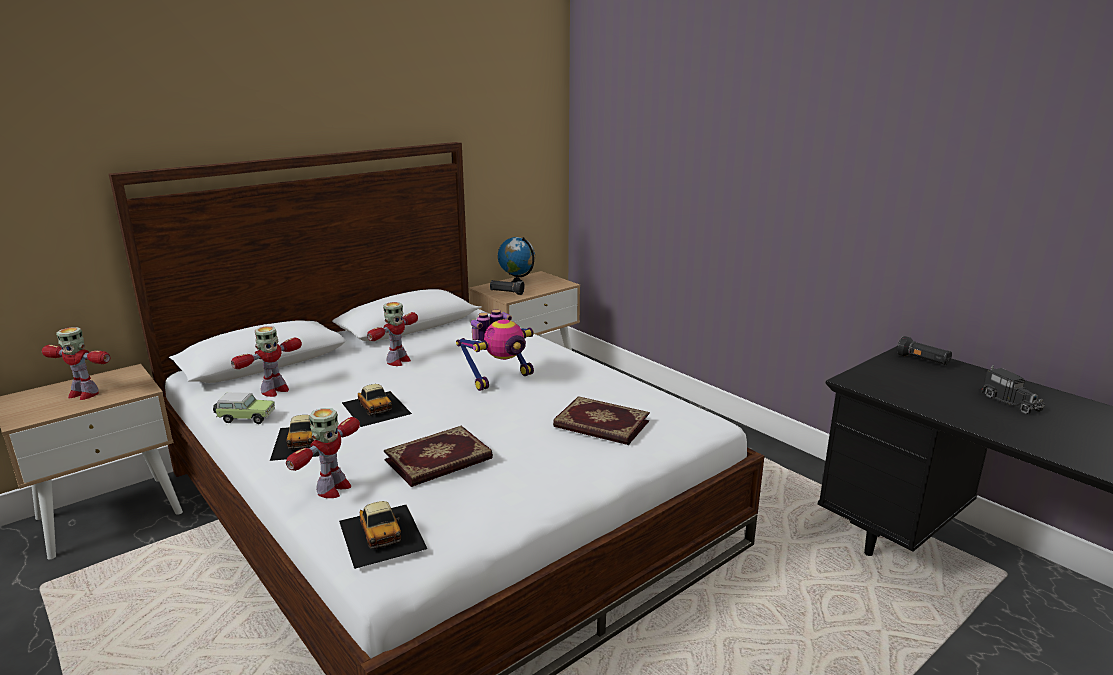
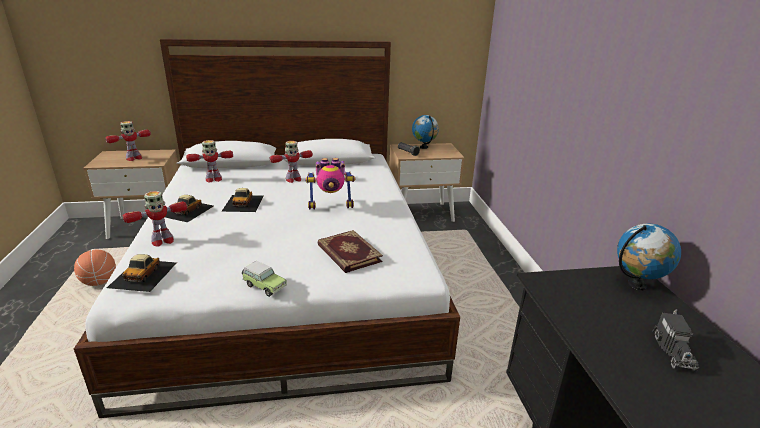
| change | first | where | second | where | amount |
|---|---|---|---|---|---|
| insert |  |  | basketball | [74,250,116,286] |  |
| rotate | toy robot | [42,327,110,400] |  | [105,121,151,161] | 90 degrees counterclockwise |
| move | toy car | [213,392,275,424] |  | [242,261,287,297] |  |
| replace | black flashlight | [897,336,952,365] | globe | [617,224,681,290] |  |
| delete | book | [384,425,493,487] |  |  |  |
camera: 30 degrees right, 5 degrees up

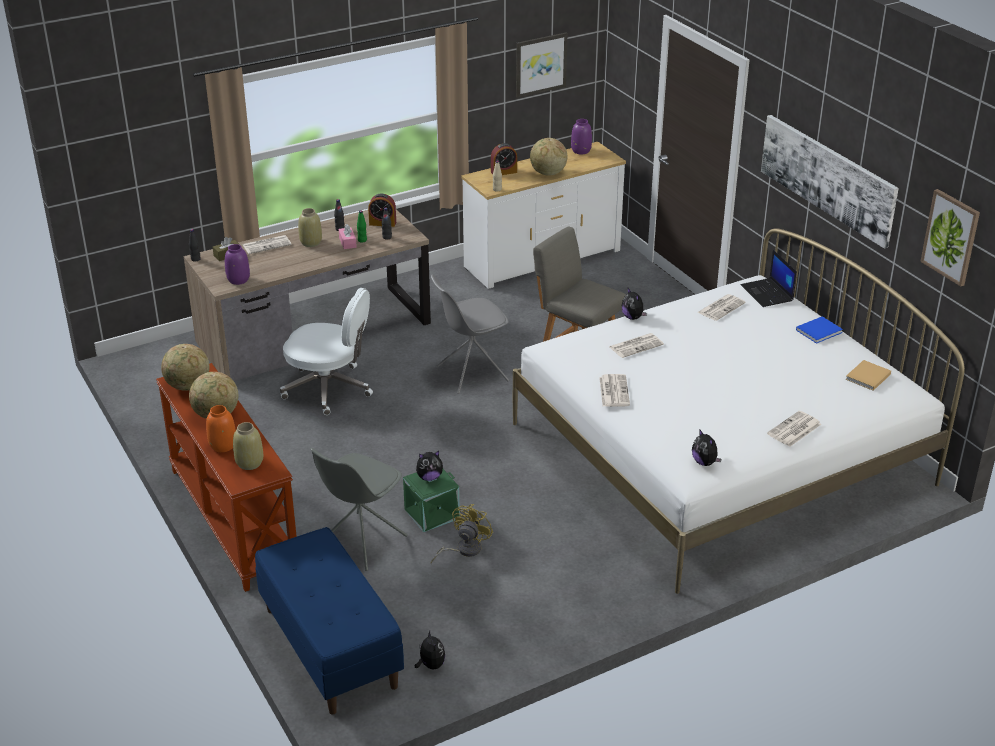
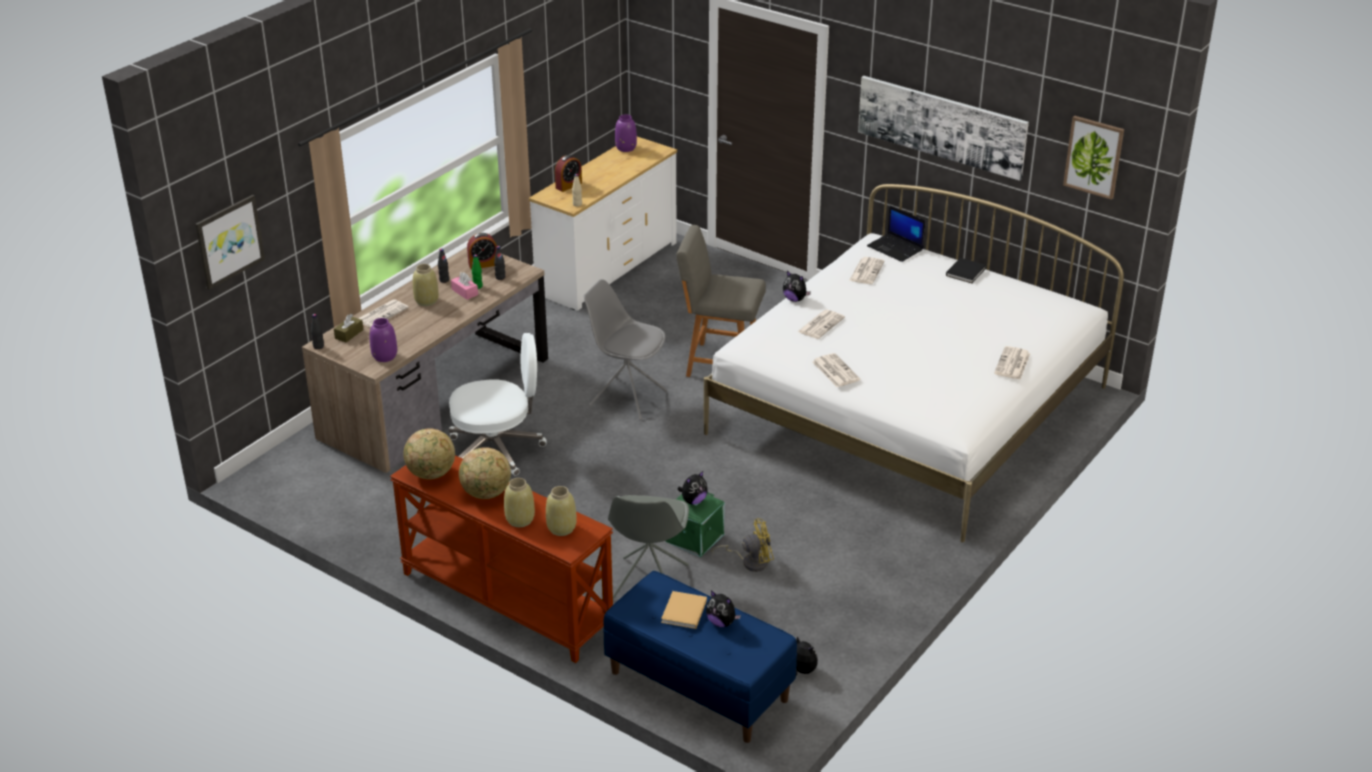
| change | first | where | second | where | amount |
|---|---|---|---|---|---|
| move | picture | [516,32,568,98] |  | [195,195,265,290] |  |
| recolor | orange vase | [206,405,236,452] | beige vase | [504,478,535,527] |  |
| rotate | grey chair | [431,275,509,394] |  | [583,279,667,420] | 75 degrees clockwise |
| move | beige book | [845,360,891,391] |  | [661,591,707,629] |  |
| move | plush toy | [692,429,722,466] |  | [706,590,741,627] |  |
| rotate | yellow fan | [431,504,493,564] |  | [712,518,774,572] | 75 degrees clockwise |
| recolor | blue book | [796,316,843,344] | black book | [946,258,986,283] |  |
| delete | globe | [530,138,567,176] |  |  |  |
camera: 25 degrees left, 0 degrees up

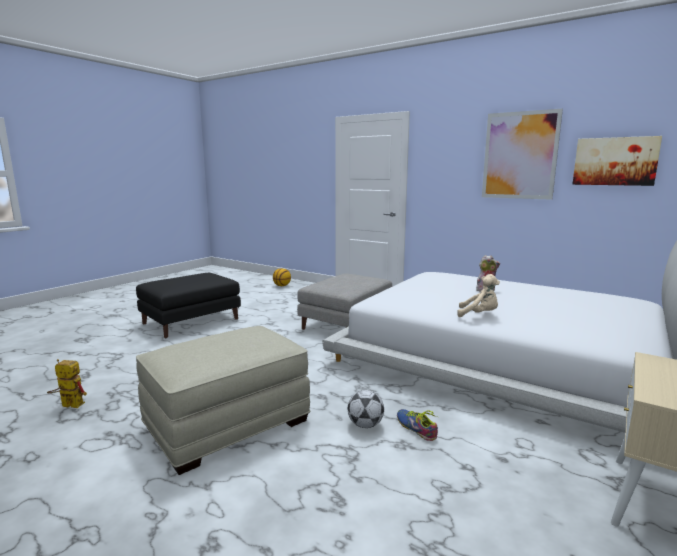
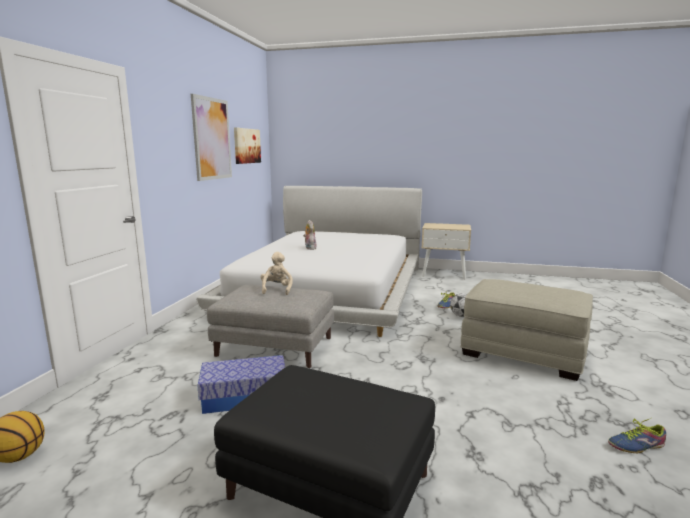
| change | first | where | second | where | amount |
|---|---|---|---|---|---|
| insert |  |  | storage box | [197,355,285,414] |  |
| move | beige plush toy | [457,274,500,317] |  | [260,252,293,295] |  |
| replace | toy robot | [47,359,87,408] | shoe | [608,418,666,453] |  |
camera: 110 degrees left, 0 degrees up

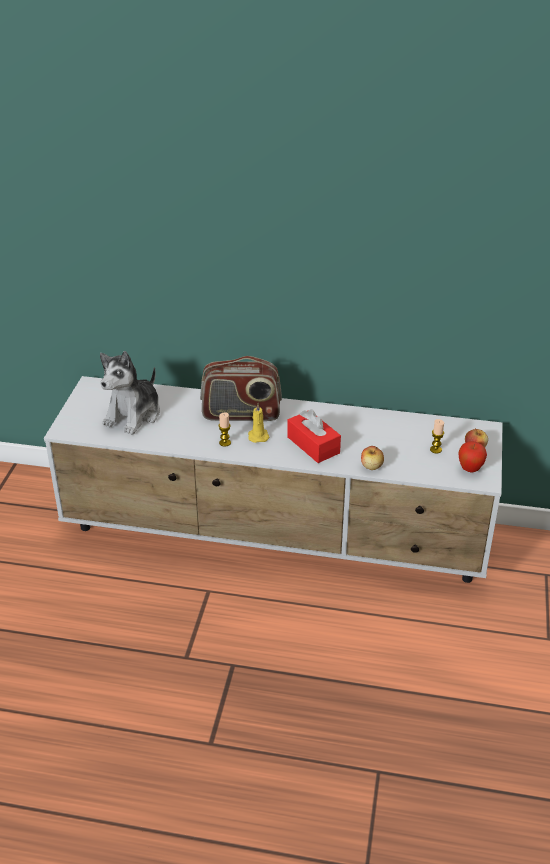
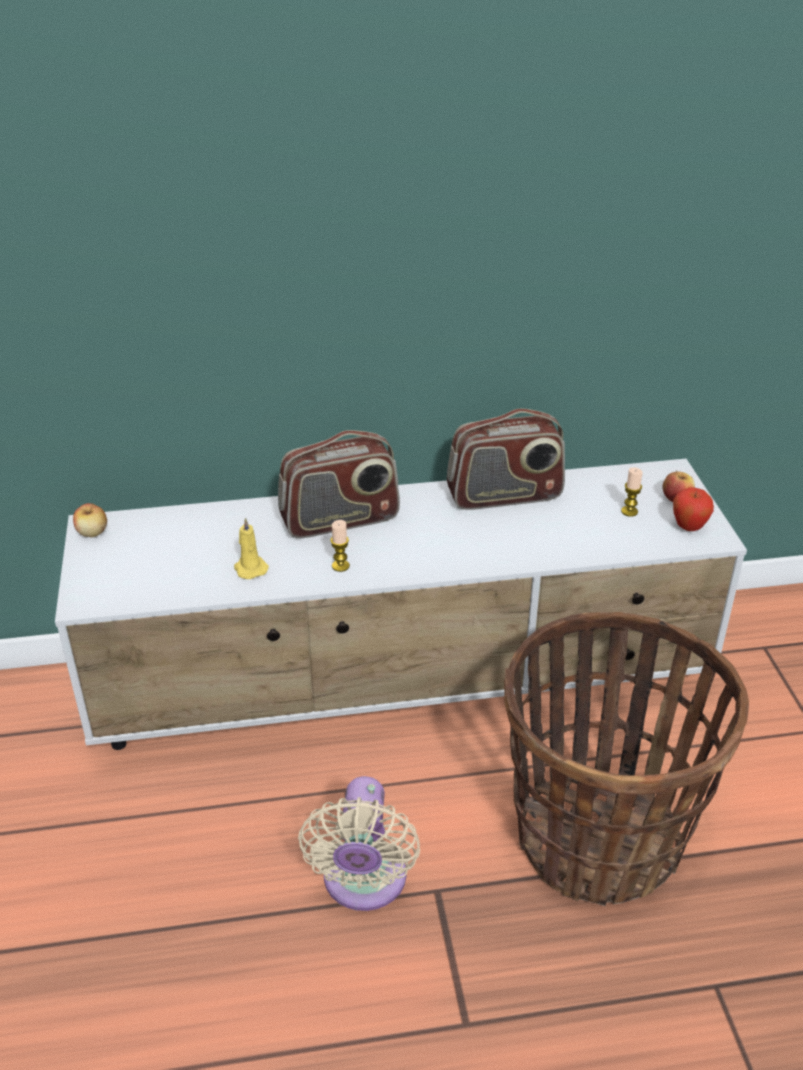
| change | first | where | second | where | amount |
|---|---|---|---|---|---|
| move | apple | [361,446,384,470] |  | [73,503,107,537] |  |
| move | yellow candle | [248,403,270,443] |  | [234,517,269,579] |  |
| insert |  |  | beige fan | [298,776,420,911] |  |
| insert |  |  | radio | [447,408,565,510] |  |
| insert |  |  | basket | [504,612,749,906] |  |
| delete | plush toy | [100,351,160,435] |  |  |  |
| delete | red tissue box | [287,409,341,463] |  |  |  |
camera: 20 degrees left, 0 degrees up

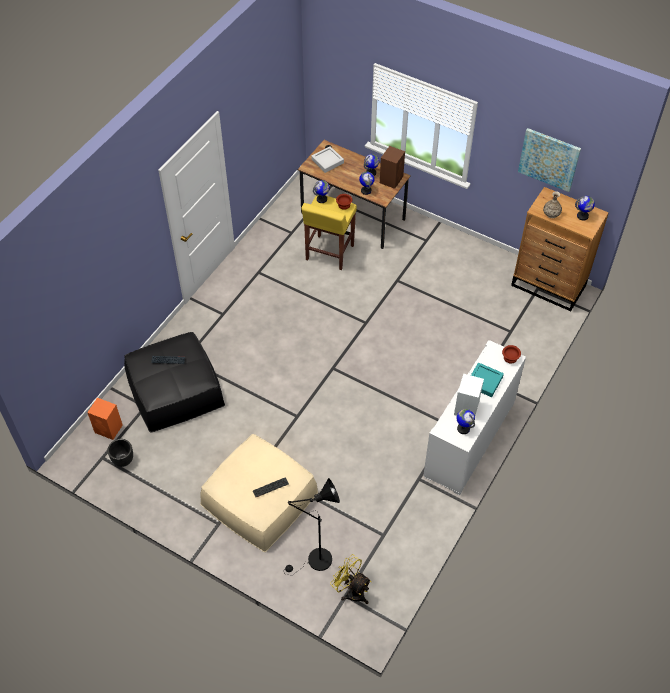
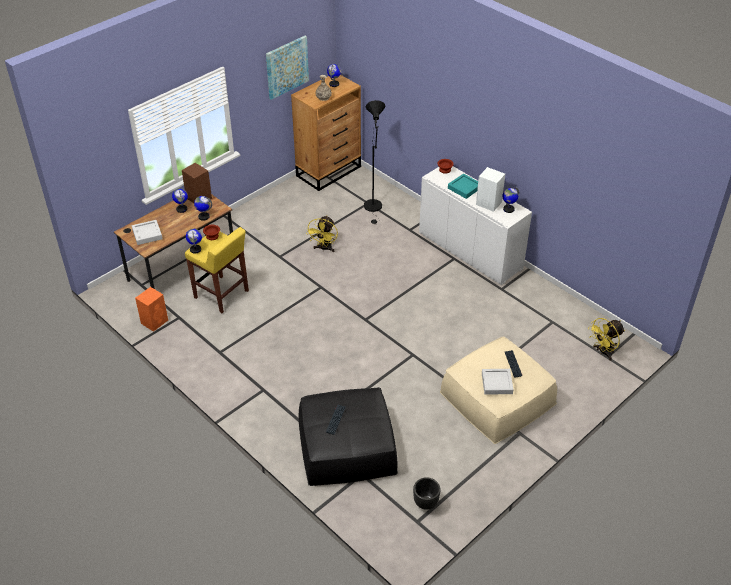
| change | first | where | second | where | amount |
|---|---|---|---|---|---|
| move | orange speaker | [87,398,123,440] |  | [135,287,168,332] |  |
| insert |  |  | yellow fan | [306,216,338,252] |  |
| move | black floor lamp | [284,478,340,575] |  | [364,100,386,225] |  |
| insert |  |  | grey tray | [482,369,514,395] |  |
camera: 75 degrees left, 10 degrees down

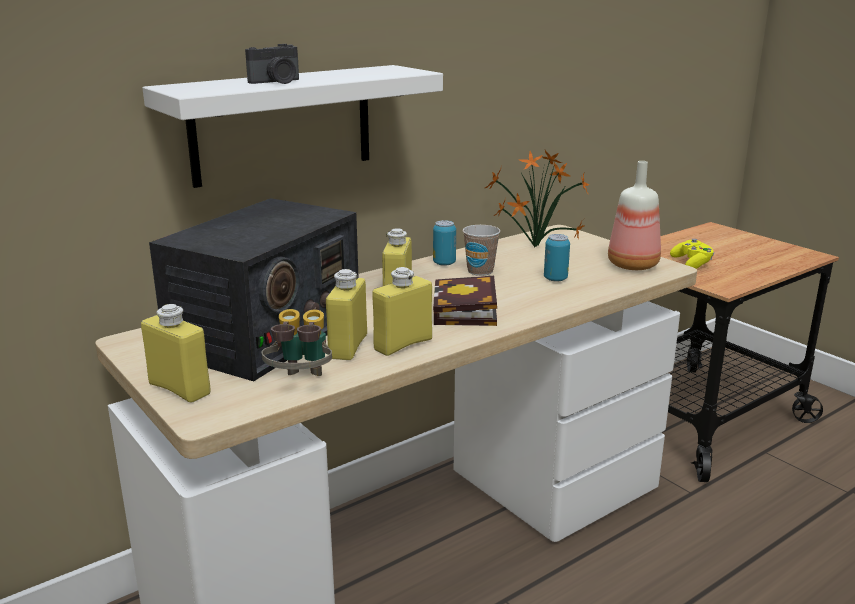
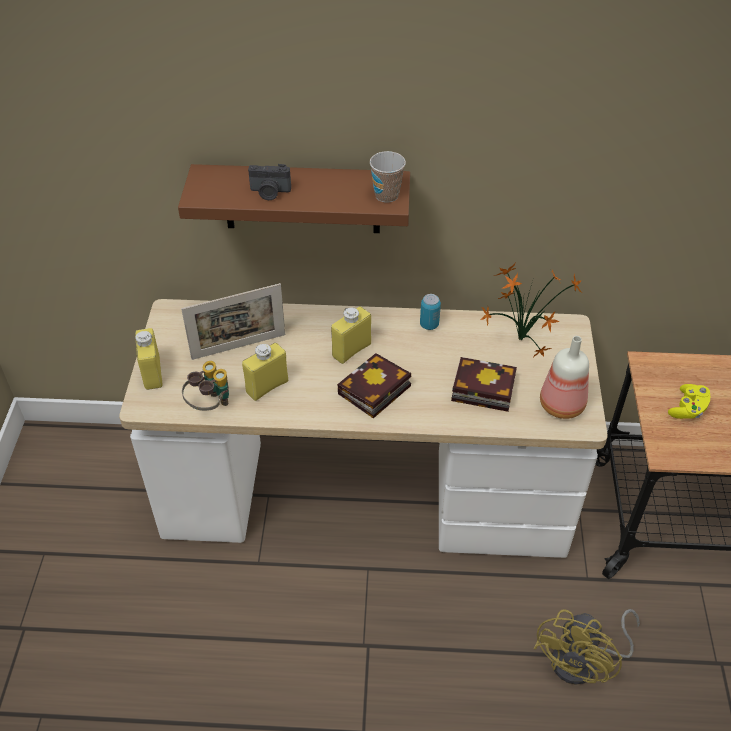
| change | first | where | second | where | amount |
|---|---|---|---|---|---|
| recolor | white shelf | [142,65,443,188] | brown shelf | [178,164,410,233] |  |
| replace | radio | [149,198,359,381] | picture frame | [181,283,285,360] |  |
| move | cup | [463,225,500,276] |  | [370,151,406,203] |  |
| replace | can | [544,234,570,282] | book | [451,357,517,412] |  |
| insert |  |  | yellow fan | [534,609,640,685] |  |
| delete | yellow bottle | [372,267,432,356] |  |  |  |
camera: 40 degrees right, 25 degrees up

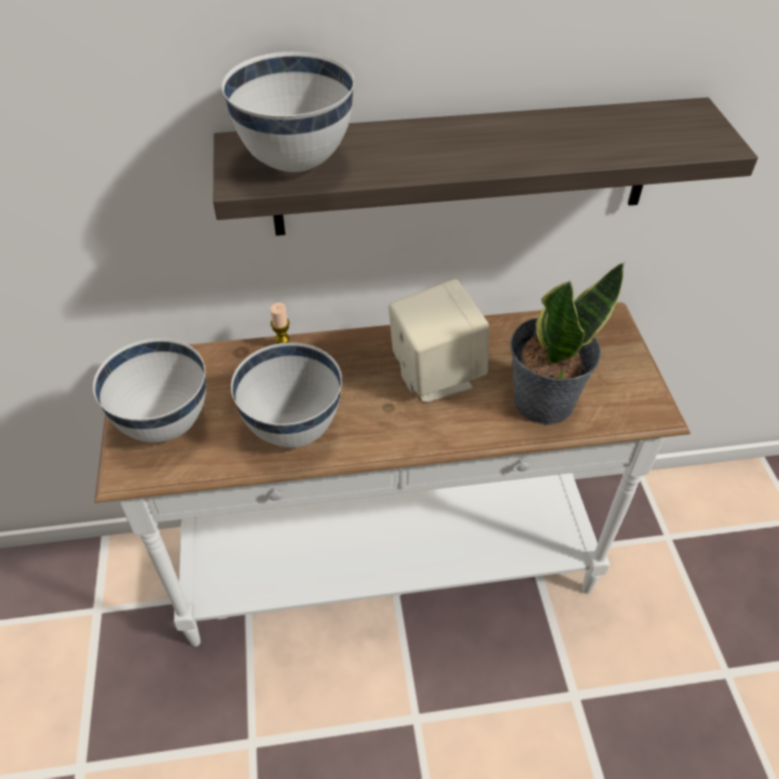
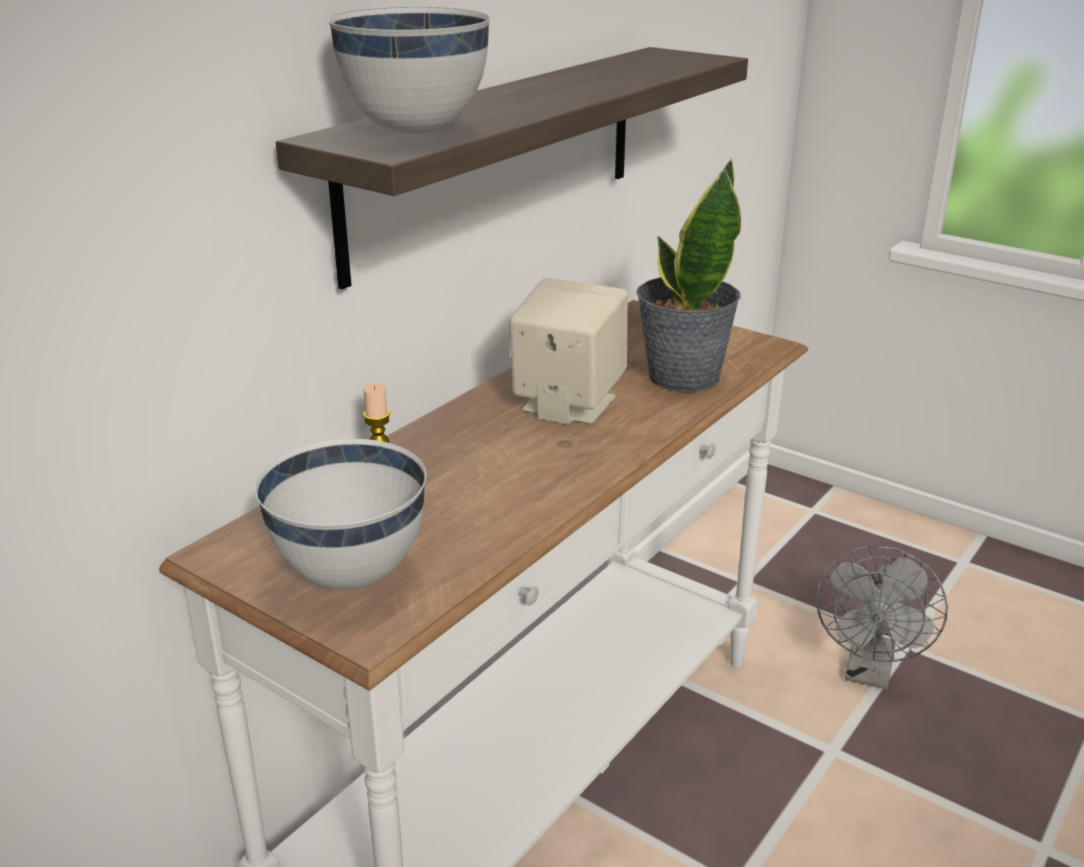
| change | first | where | second | where | amount |
|---|---|---|---|---|---|
| insert |  |  | grey fan | [816,546,948,690] |  |
| delete | white bowl | [231,342,342,448] |  |  |  |
camera: 45 degrees left, 20 degrees down

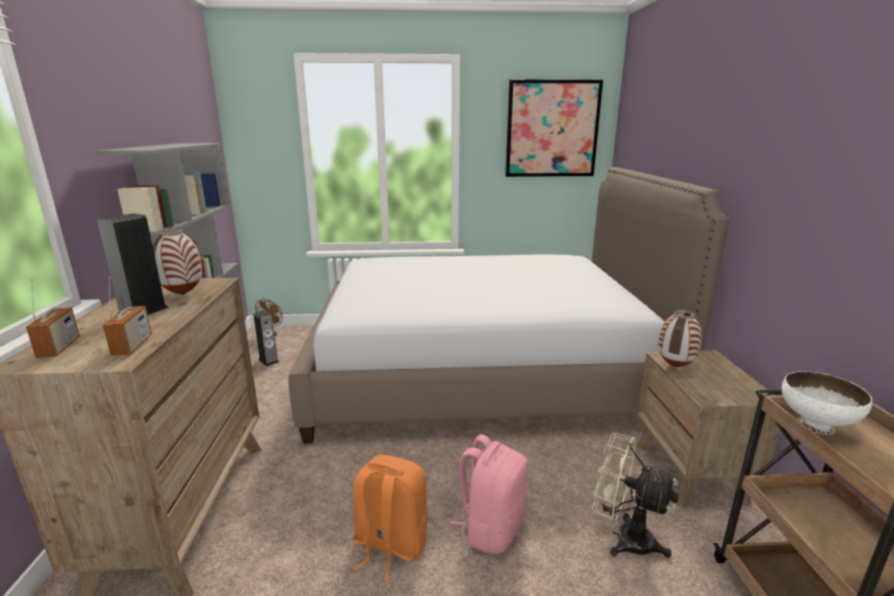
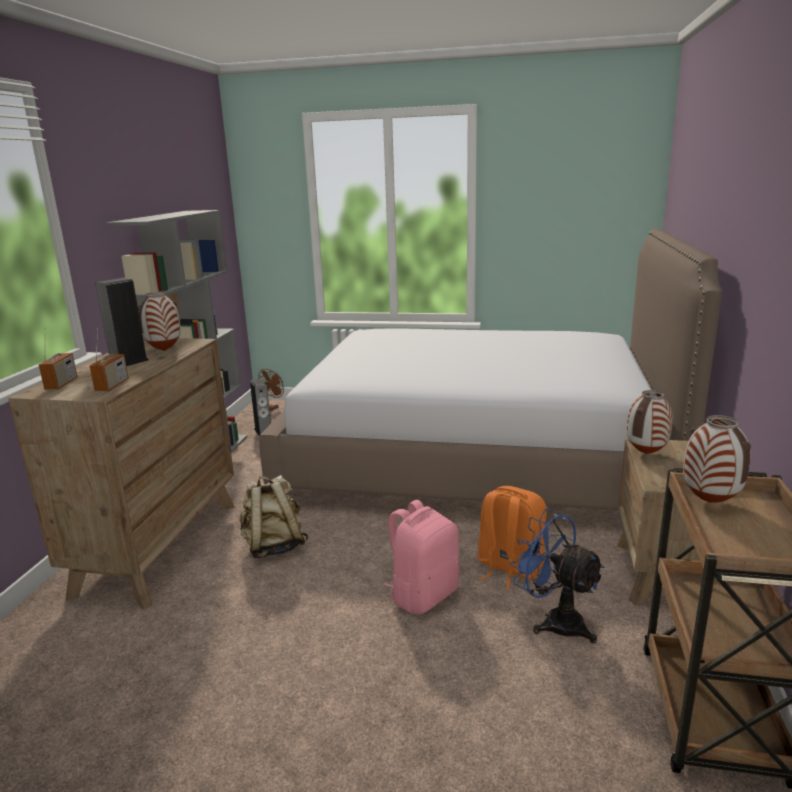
| change | first | where | second | where | amount |
|---|---|---|---|---|---|
| insert |  |  | beige backpack | [239,475,308,558] |  |
| move | orange backpack | [353,455,428,582] |  | [477,486,547,591] |  |
| recolor | beige fan | [592,433,680,558] | blue fan | [510,509,605,644] |  |
| replace | white bowl | [782,371,872,435] | vase | [683,415,751,503] |  |
| delete | picture | [505,79,603,177] |  |  |  |
camera: 15 degrees right, 0 degrees up

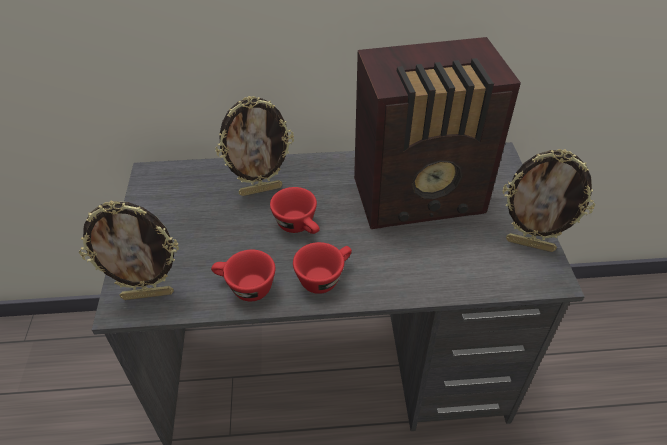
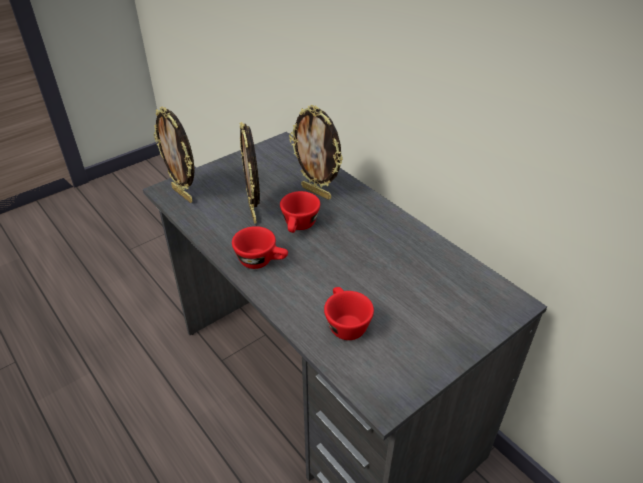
| change | first | where | second | where | amount |
|---|---|---|---|---|---|
| move | picture frame | [502,149,595,252] |  | [240,122,260,224] |  |
| move | red cup | [211,250,275,301] |  | [324,287,374,340] |  |
| delete | radio | [354,37,521,229] |  |  |  |
camera: 55 degrees right, 5 degrees down

